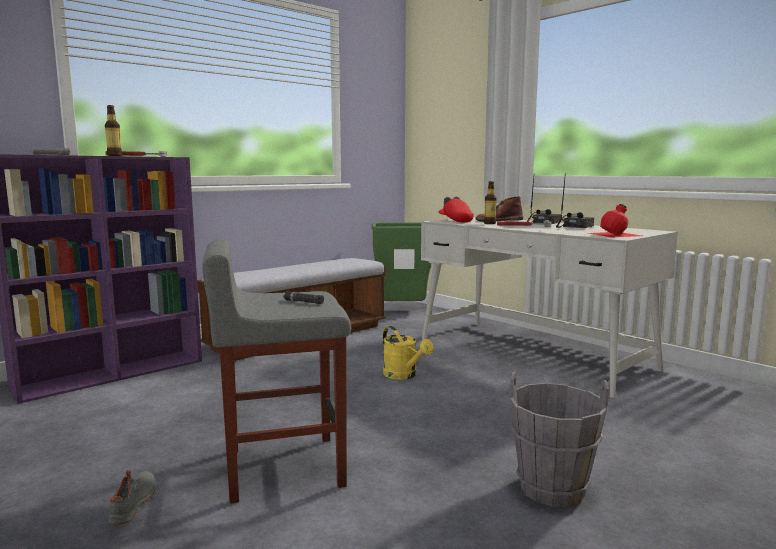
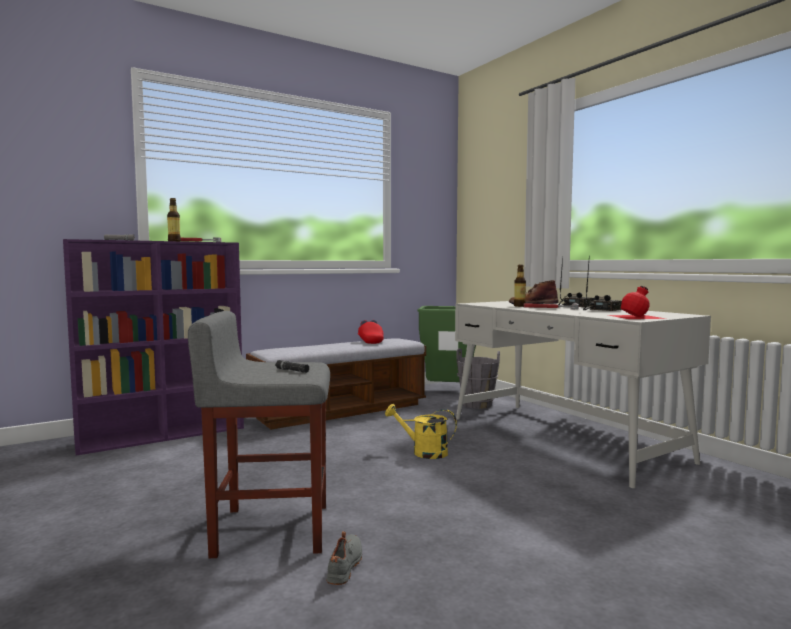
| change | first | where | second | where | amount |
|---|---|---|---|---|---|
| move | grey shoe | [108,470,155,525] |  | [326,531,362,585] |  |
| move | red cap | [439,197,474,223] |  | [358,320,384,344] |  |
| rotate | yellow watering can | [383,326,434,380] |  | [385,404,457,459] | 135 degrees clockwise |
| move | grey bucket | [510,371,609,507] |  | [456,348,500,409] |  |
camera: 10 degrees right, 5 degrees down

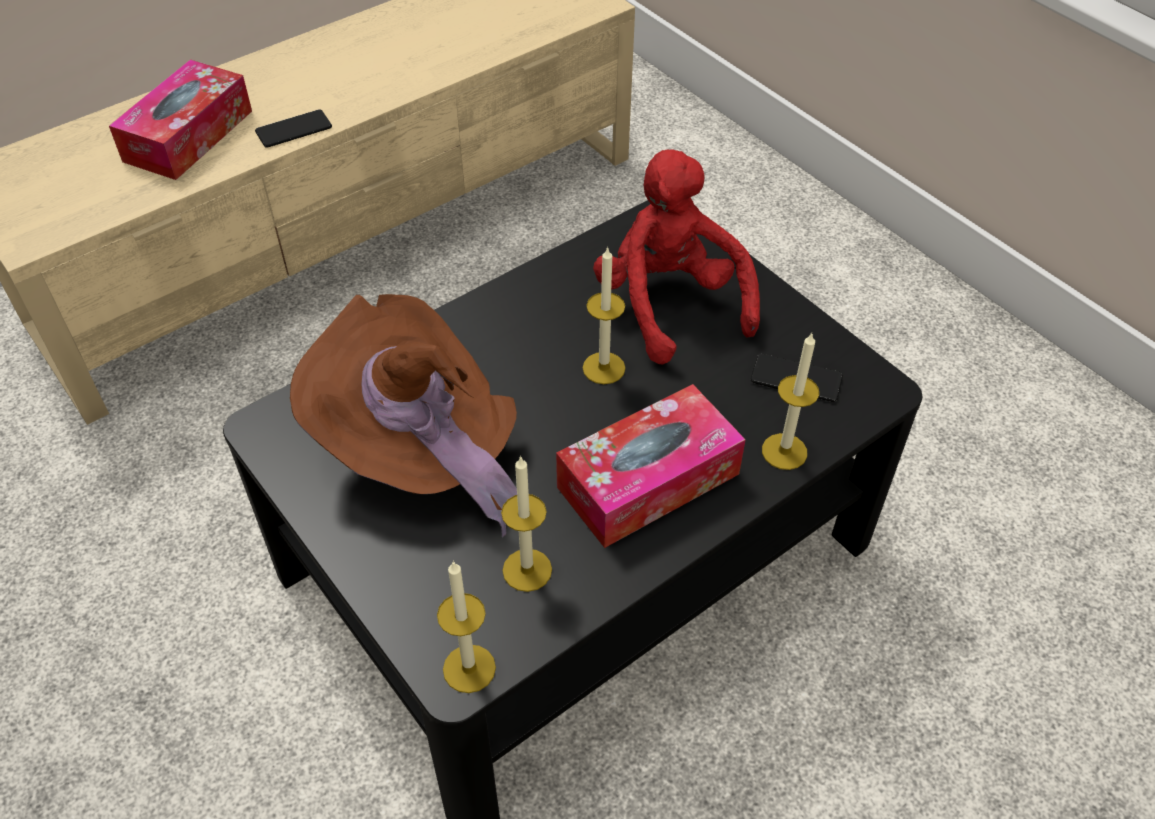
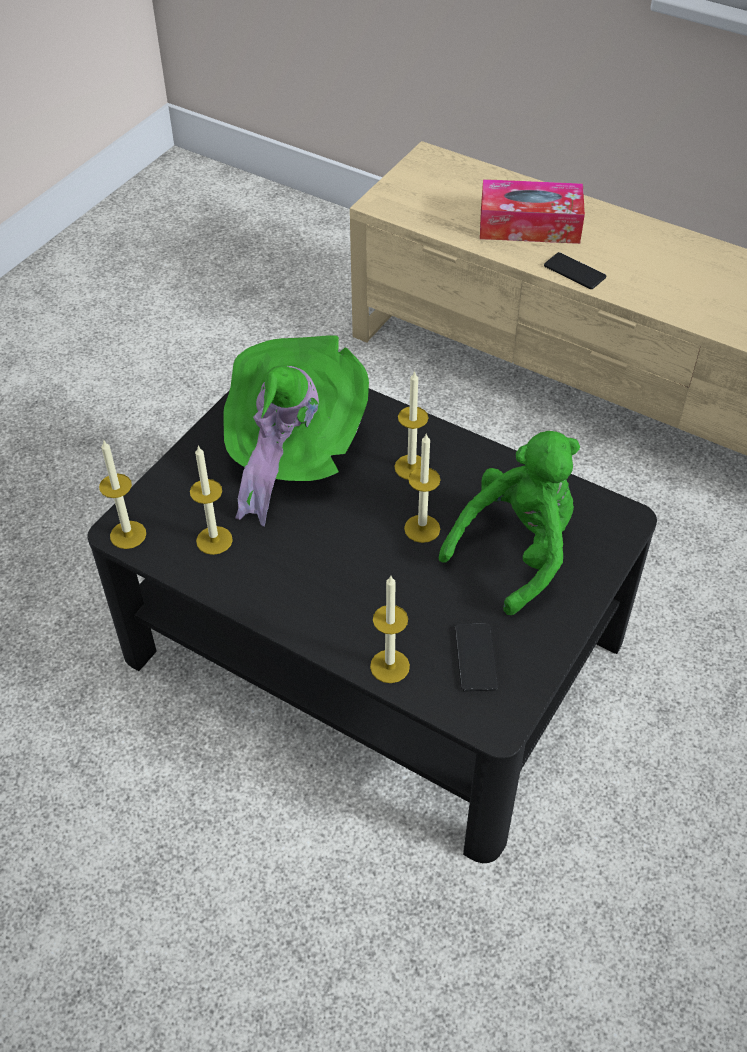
| change | first | where | second | where | amount |
|---|---|---|---|---|---|
| recolor | brown hat | [290,294,517,538] | green hat | [224,335,369,527] |  |
| insert |  |  | candle | [394,371,429,480] |  |
| recolor | red plush toy | [593,149,760,364] | green plush toy | [439,431,580,615] |  |
| delete | tissue box | [556,384,746,548] |  |  |  |
camera: 70 degrees right, 0 degrees up

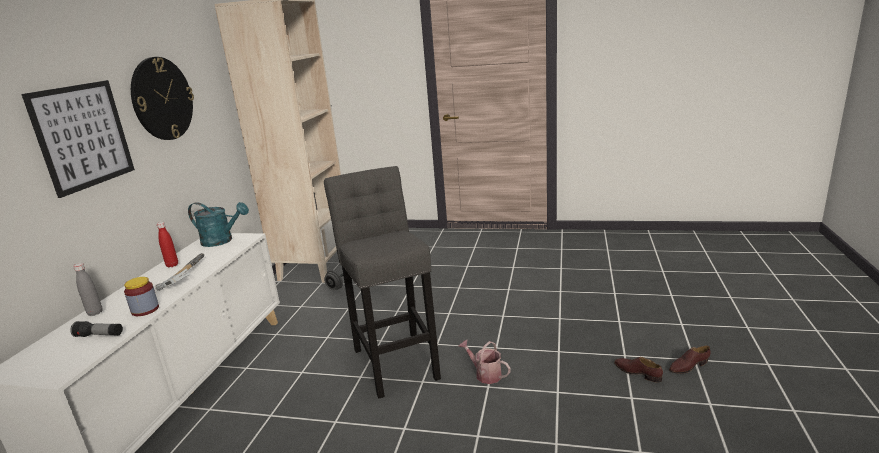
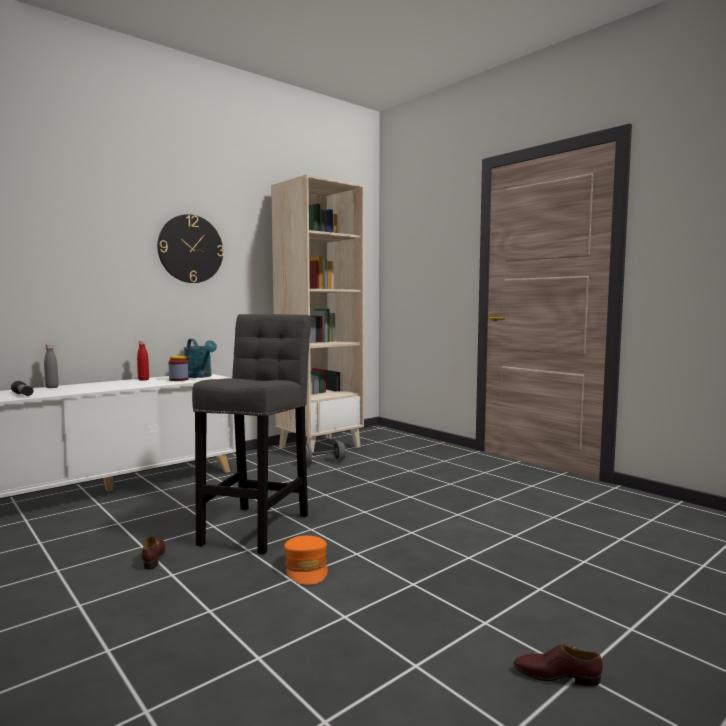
| change | first | where | second | where | amount |
|---|---|---|---|---|---|
| move | brown shoe | [614,357,663,383] |  | [142,535,165,570] |  |
| move | jar | [124,277,159,316] |  | [169,356,189,381] |  |
| replace | watering can | [458,339,511,384] | orange cap | [284,535,328,585] |  |
| delete | picture | [21,80,135,198] |  |  |  |
| delete | hammer | [156,253,204,291] |  |  |  |
camera: 35 degrees right, 15 degrees down

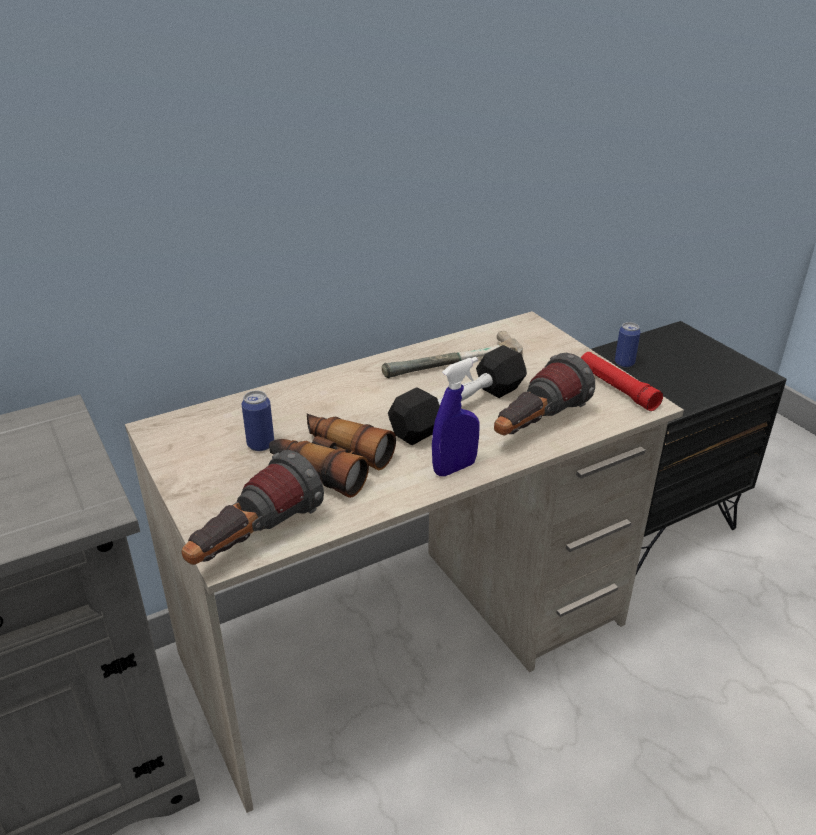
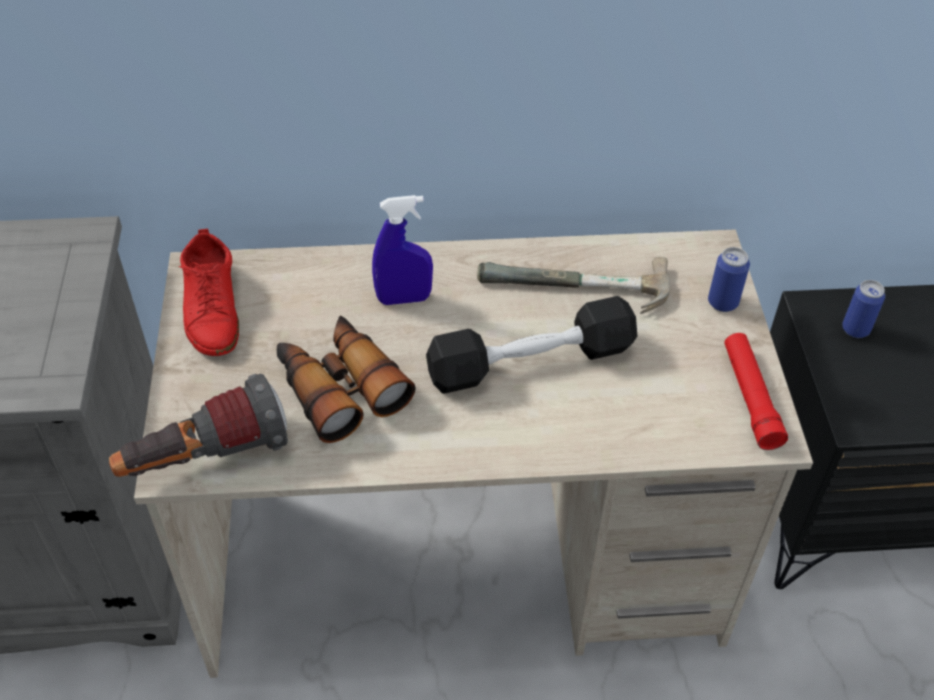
| change | first | where | second | where | amount |
|---|---|---|---|---|---|
| insert |  |  | red shoe | [178,228,239,356] |  |
| move | blue spray bottle | [432,357,480,476] |  | [372,195,433,305] |  |
| move | can | [241,391,274,451] |  | [708,247,750,312] |  |
| delete | flashlight | [494,353,595,436] |  |  |  |
camera: 25 degrees right, 15 degrees up

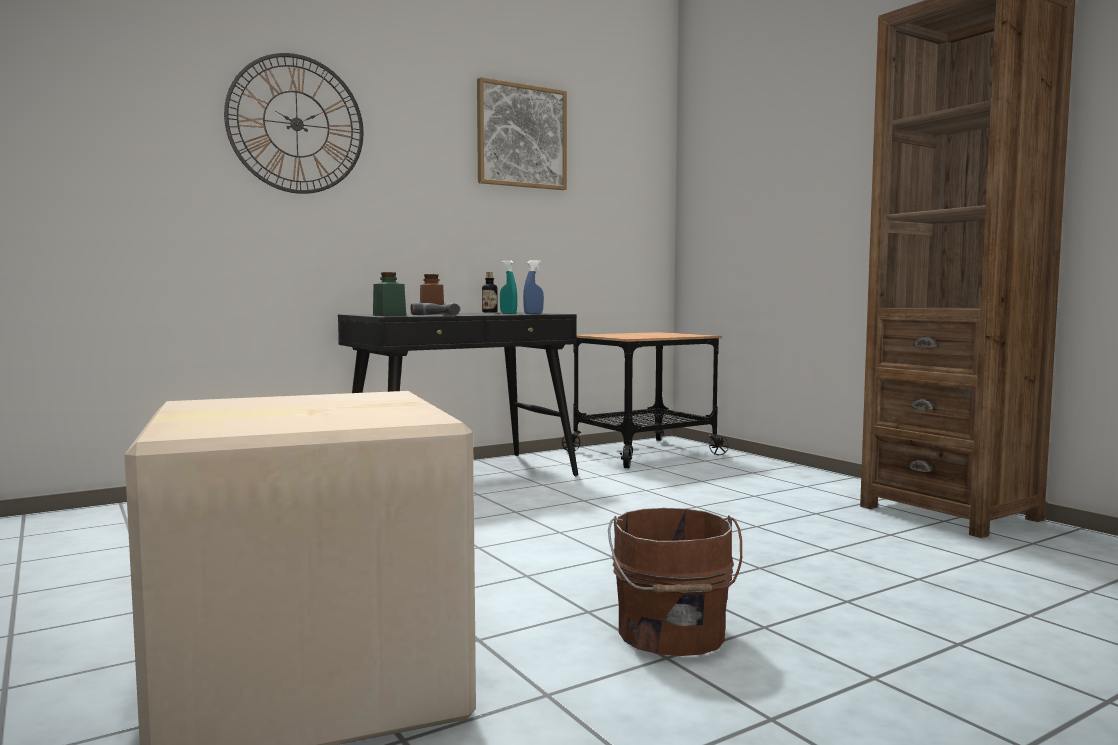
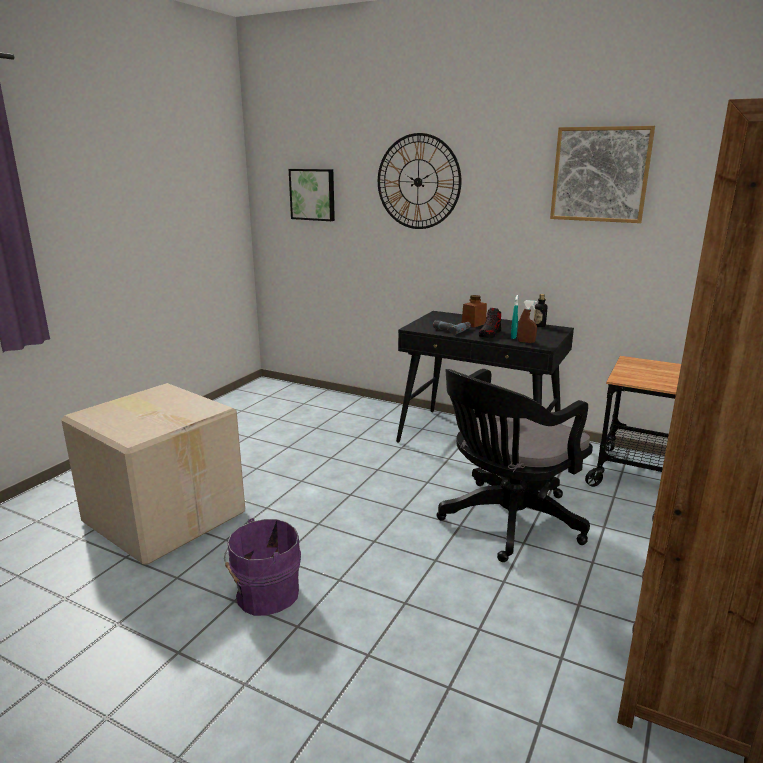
| change | first | where | second | where | amount |
|---|---|---|---|---|---|
| recolor | brown bucket | [608,508,742,656] | purple bucket | [224,518,301,616] |  |
| insert |  |  | picture | [289,169,335,221] |  |
| insert |  |  | black office chair | [437,369,593,562] |  |
| insert |  |  | shoe | [479,308,501,339] |  |
| recolor | blue spray bottle | [523,260,544,314] | brown spray bottle | [517,300,537,343] |  |
| delete | green jar | [373,272,406,316] |  |  |  |
camera: 60 degrees right, 15 degrees up

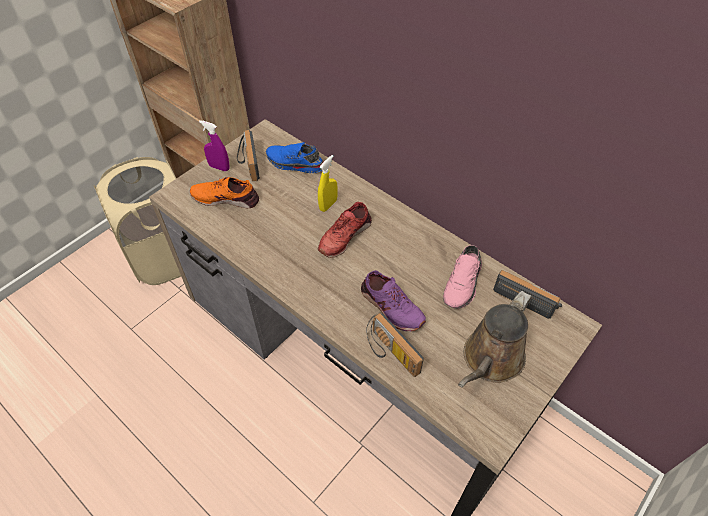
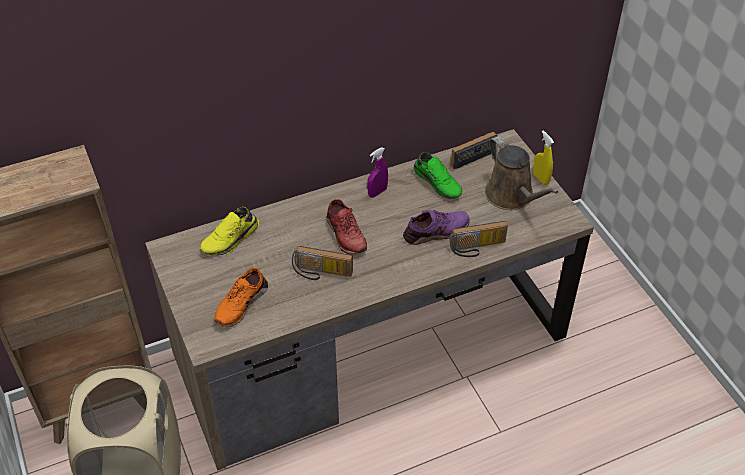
| change | first | where | second | where | amount |
|---|---|---|---|---|---|
| recolor | blue shoe | [266,142,324,173] | yellow shoe | [200,207,259,256] |  |
| move | radio | [237,130,260,181] |  | [292,246,353,280] |  |
| move | purple spray bottle | [199,120,230,171] |  | [367,147,388,198] |  |
| recolor | pink shoe | [443,245,482,309] | green shoe | [413,152,462,199] |  |
| move | yellow spray bottle | [318,155,338,212] |  | [533,131,554,185] |  |
camera: 65 degrees left, 5 degrees down

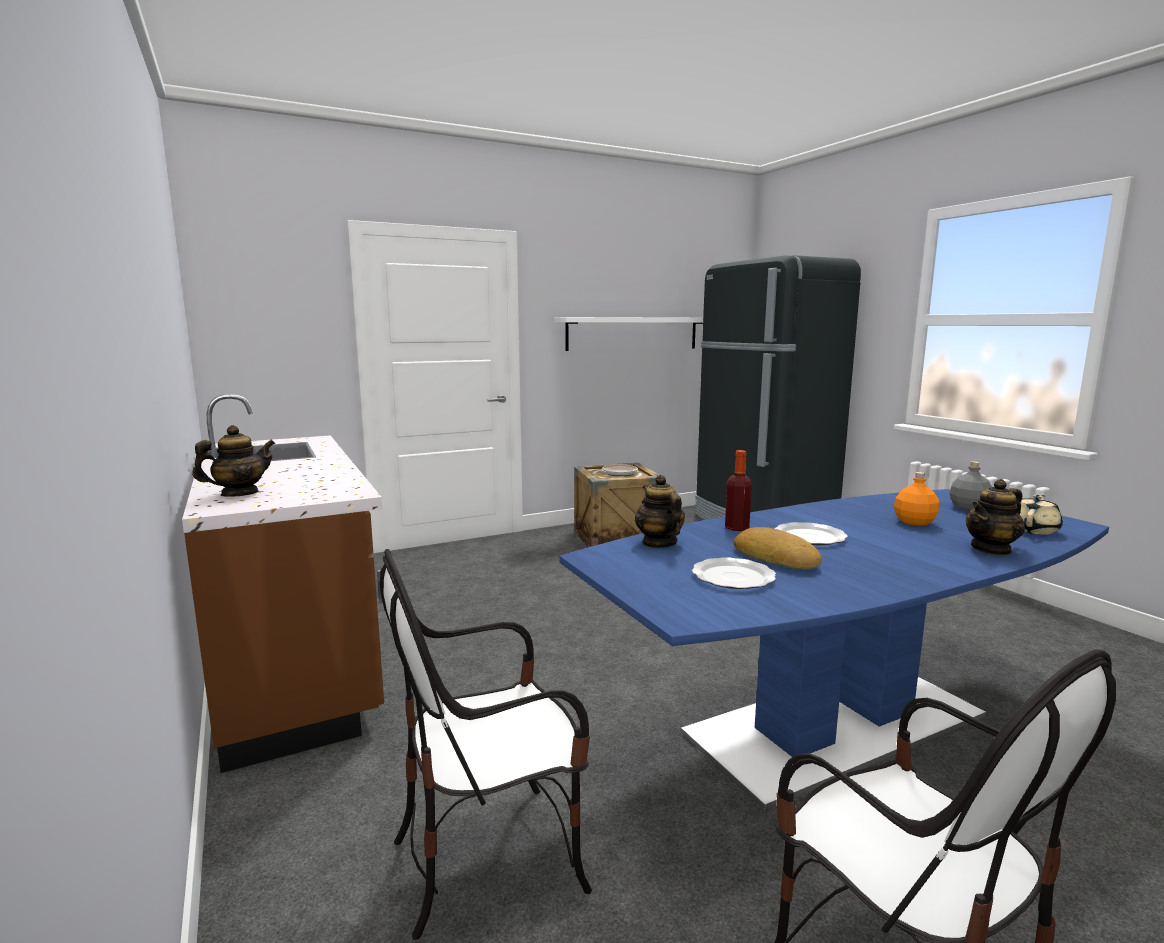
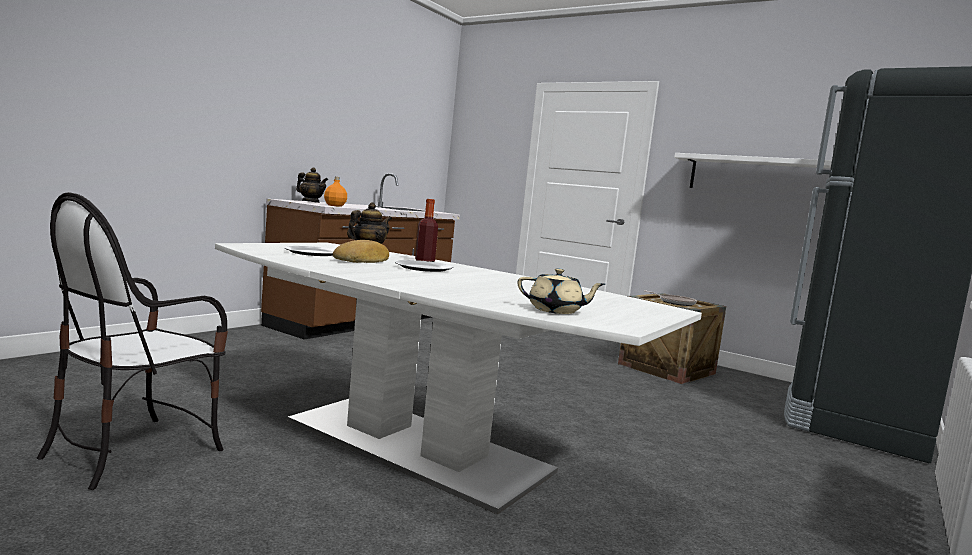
| change | first | where | second | where | amount |
|---|---|---|---|---|---|
| recolor | blue dining table | [560,489,1109,810] | white dining table | [215,243,702,515] |  |
| move | orange bottle | [894,472,939,526] |  | [324,177,347,207] |  |
| delete | chair | [380,549,592,940] |  |  |  |
| delete | grey bottle | [950,461,992,511] |  |  |  |
| delete | teapot | [966,479,1025,555] |  |  |  |
camera: 60 degrees right, 5 degrees down

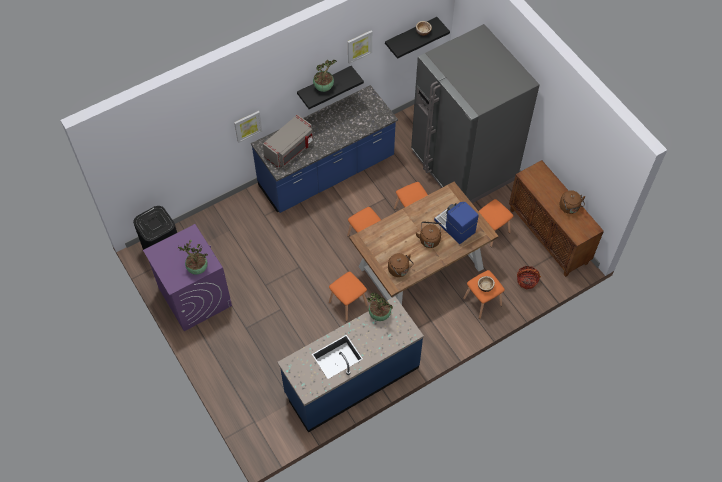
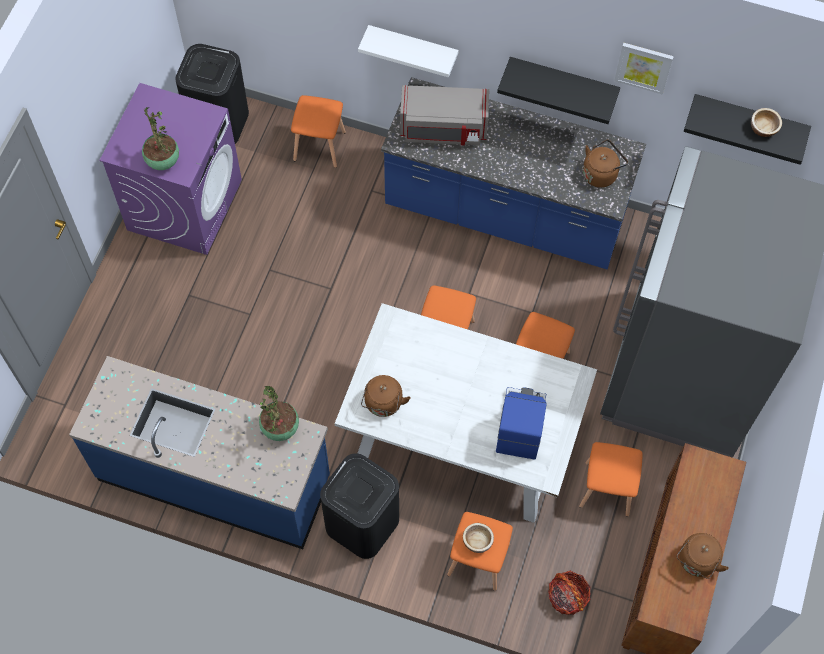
| change | first | where | second | where | amount |
|---|---|---|---|---|---|
| move | orange stool | [329,272,368,321] |  | [291,95,346,168] |  |
| insert |  |  | black trash can | [320,453,399,559] |  |
| recolor | brown dining table | [349,182,498,305] | white dining table | [335,303,597,523] |  |
| replace | picture | [234,111,262,143] | white shelf | [358,25,458,77] |  |
| move | brown kettle | [416,222,441,248] |  | [583,140,628,188] |  |
| delete | potted plant | [313,60,337,92] |  |  |  |
camera: 50 degrees right, 5 degrees up

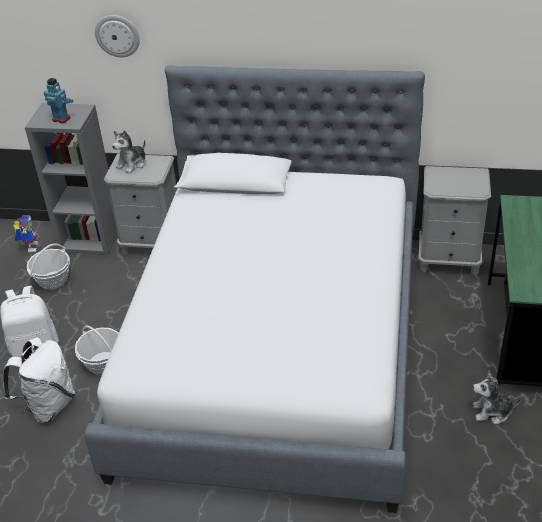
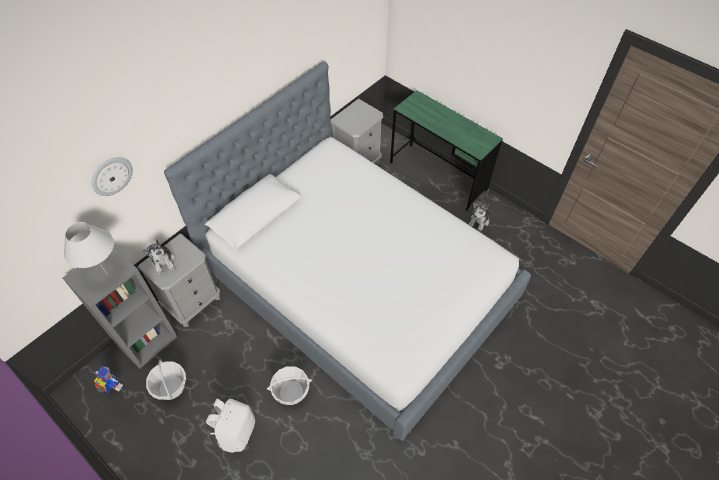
| change | first | where | second | where | amount |
|---|---|---|---|---|---|
| replace | toy robot | [44,78,73,123] | white table lamp | [64,222,114,275] |  |
| delete | white backpack | [3,337,75,424] |  |  |  |
camera: 60 degrees left, 15 degrees up

